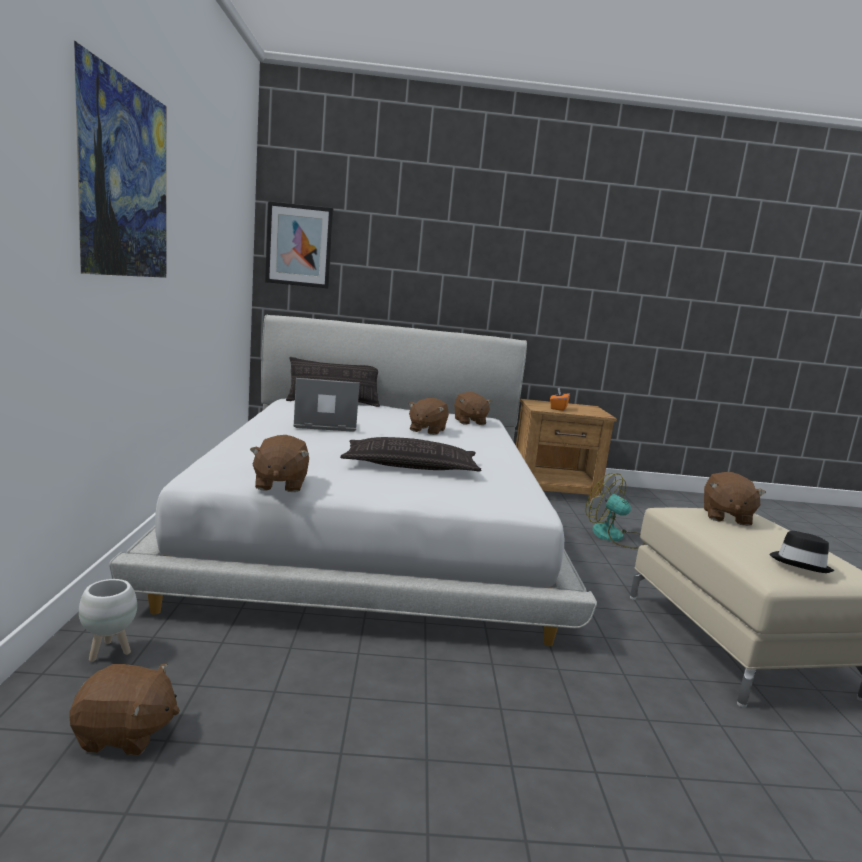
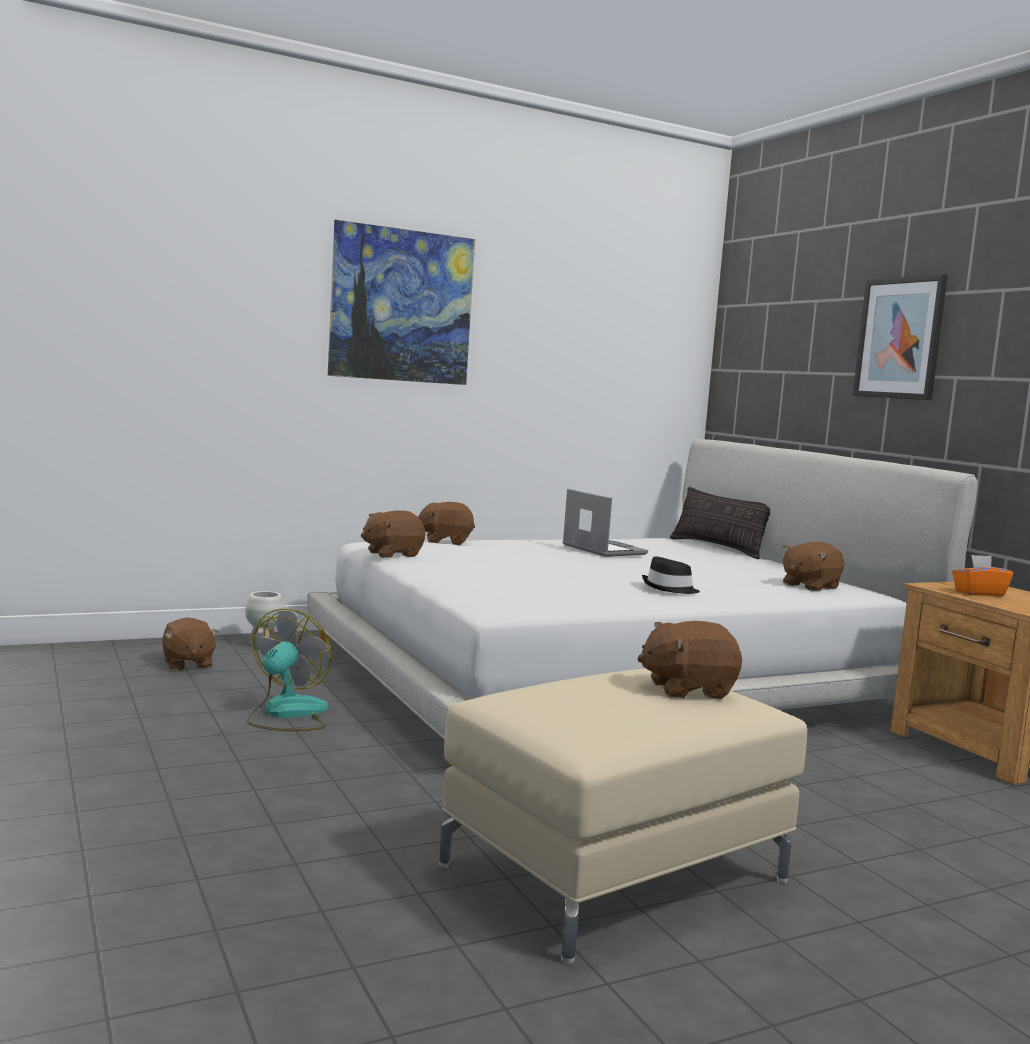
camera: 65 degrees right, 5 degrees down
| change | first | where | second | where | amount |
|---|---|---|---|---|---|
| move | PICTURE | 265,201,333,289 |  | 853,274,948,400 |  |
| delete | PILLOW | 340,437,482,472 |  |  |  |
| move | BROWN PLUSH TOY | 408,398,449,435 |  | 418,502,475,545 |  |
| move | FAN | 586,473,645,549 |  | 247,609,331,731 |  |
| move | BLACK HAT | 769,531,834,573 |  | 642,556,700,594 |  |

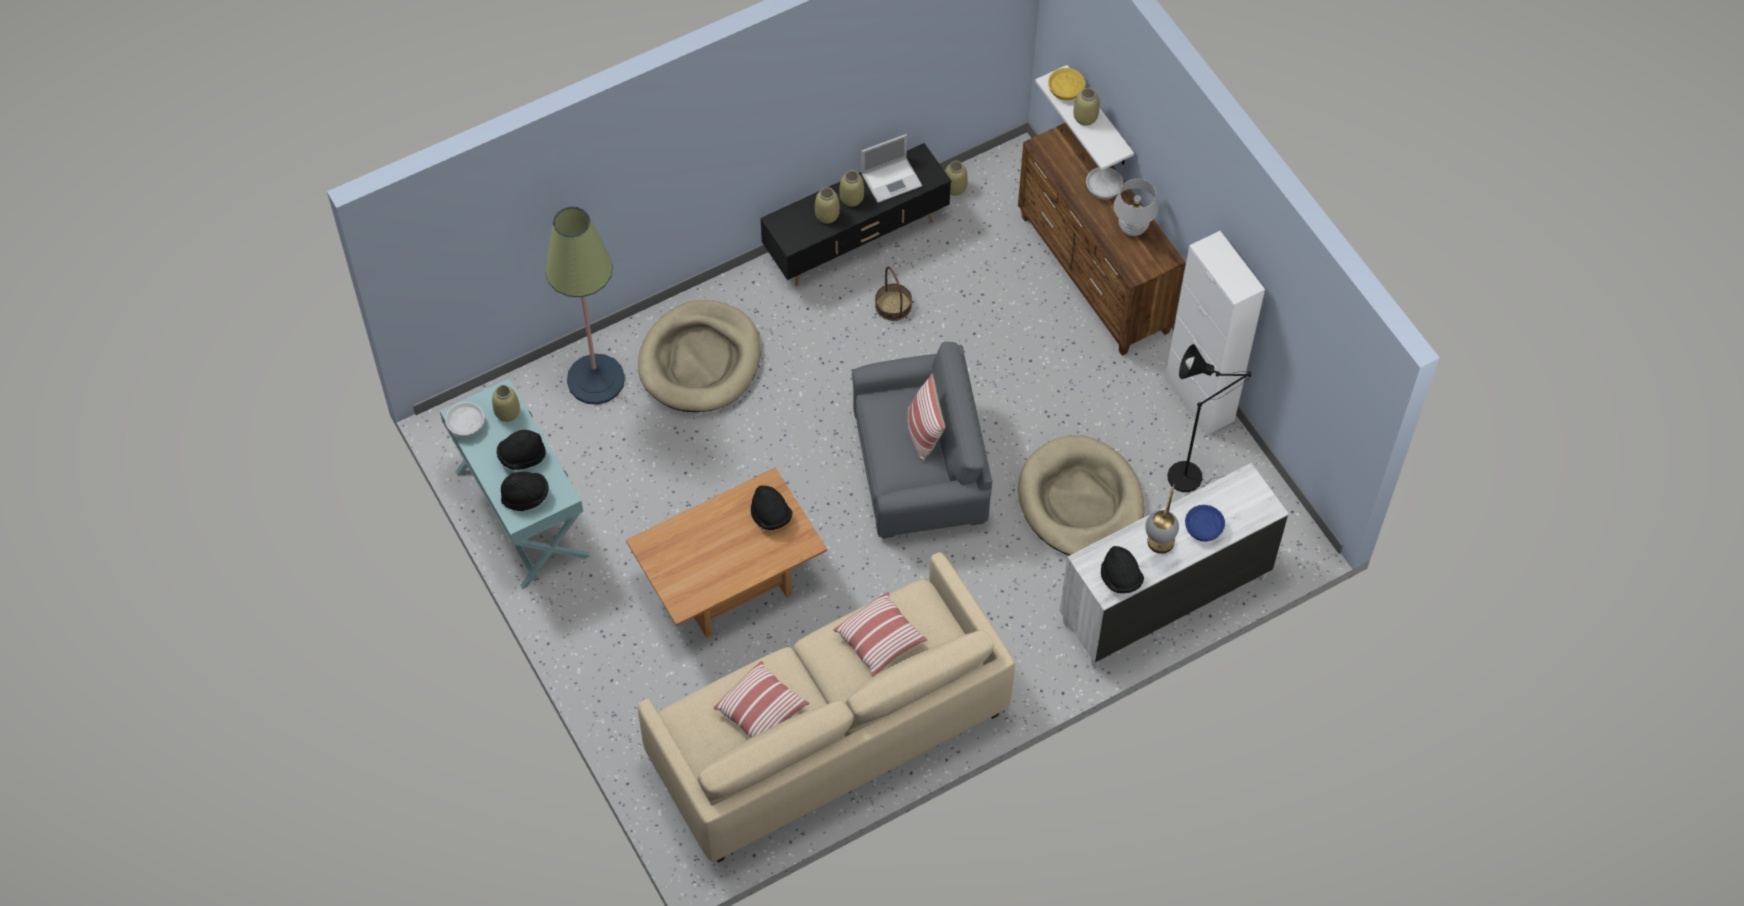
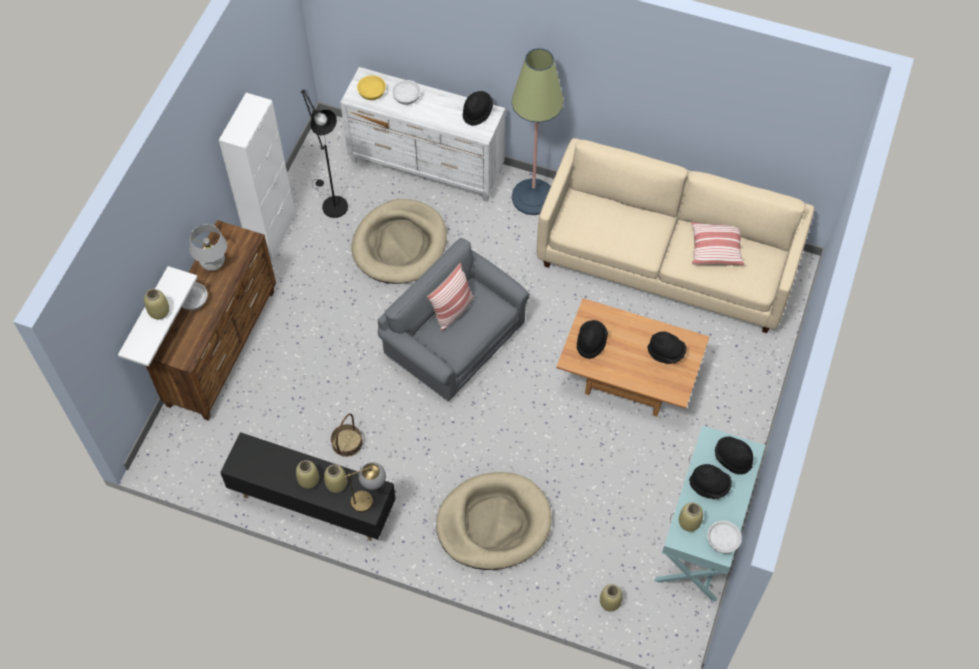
camera: 130 degrees left, 0 degrees up
| change | first | where | second | where | amount |
|---|---|---|---|---|---|
| move | FLOOR LAMP | 545,207,625,404 |  | 511,48,564,215 |  |
| delete | PILLOW | 833,592,928,677 |  |  |  |
| delete | LAPTOP | 861,134,922,203 |  |  |  |
| move | BEIGE VASE | 945,161,968,196 |  | 600,584,622,611 |  |
| move | YELLOW BOWL | 1048,68,1086,100 |  | 357,75,386,100 |  |
| move | TABLE LAMP | 1145,485,1179,554 |  | 343,462,386,512 |  |
| recolor | BLUE BOWL | 1185,505,1225,541 | WHITE BOWL | 392,80,421,105 |  |
| insert |  |  | BLACK HAT | 647,331,686,364 |  |

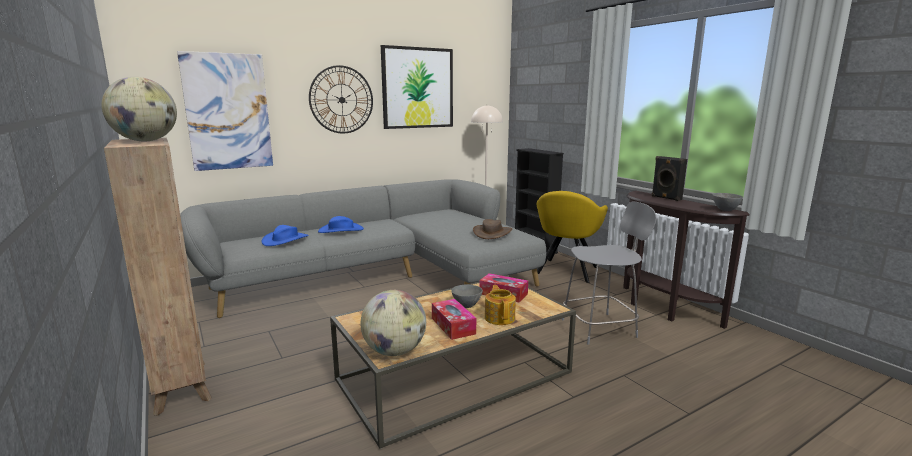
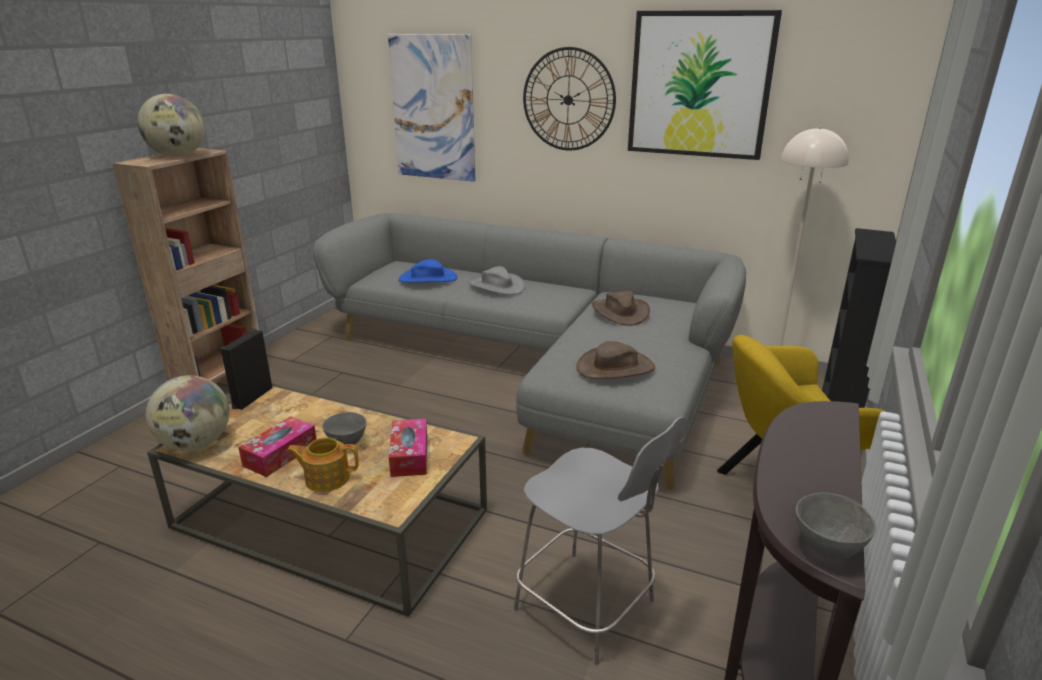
camera: 55 degrees right, 10 degrees up
| change | first | where | second | where | amount |
|---|---|---|---|---|---|
| recolor | BLUE HAT | 318,216,364,233 | GREY HAT | 469,266,525,295 |  |
| rotate | TEAPOT | 485,285,516,325 |  | 287,437,359,492 | 135 degrees counterclockwise |
| move | BLACK SPEAKER | 652,156,687,201 |  | 220,329,273,410 |  |
| insert |  |  | BROWN HAT | 592,291,650,326 |  |

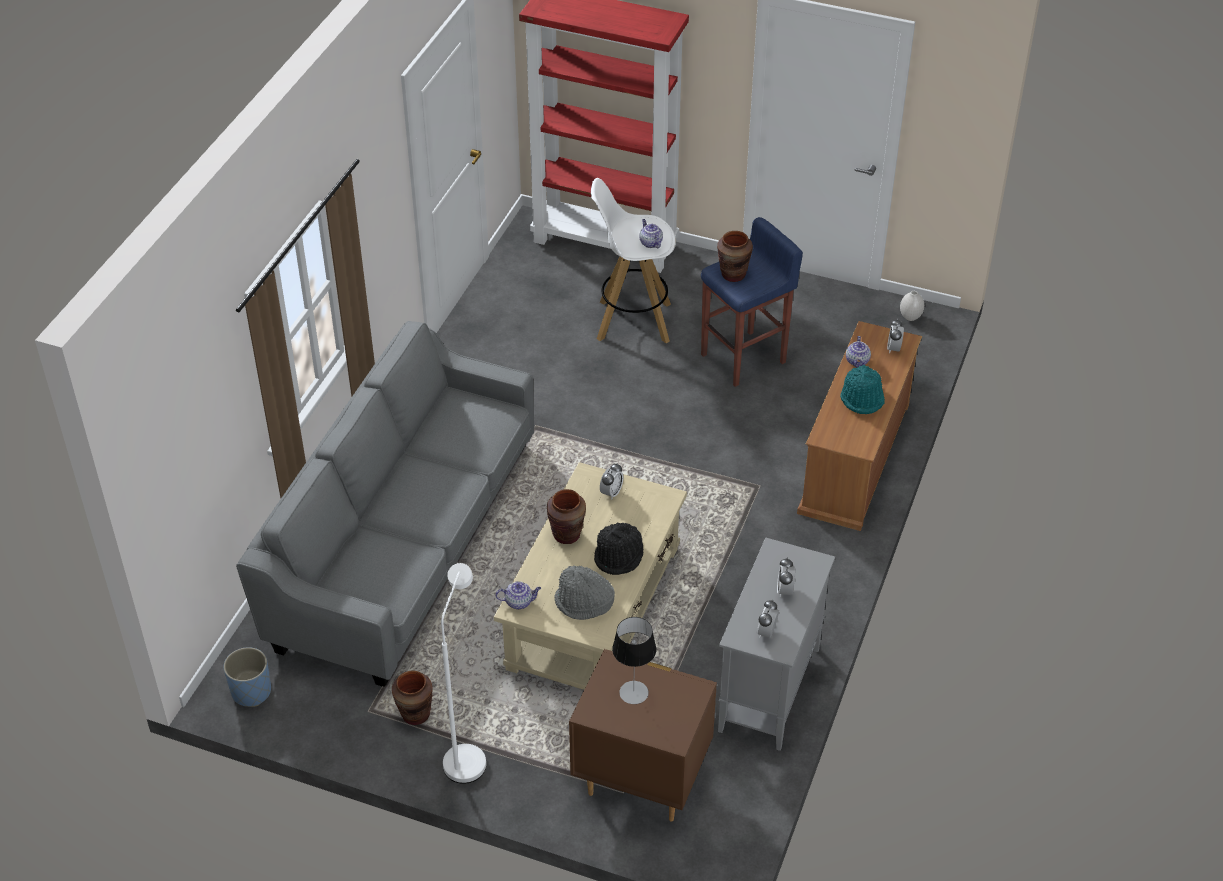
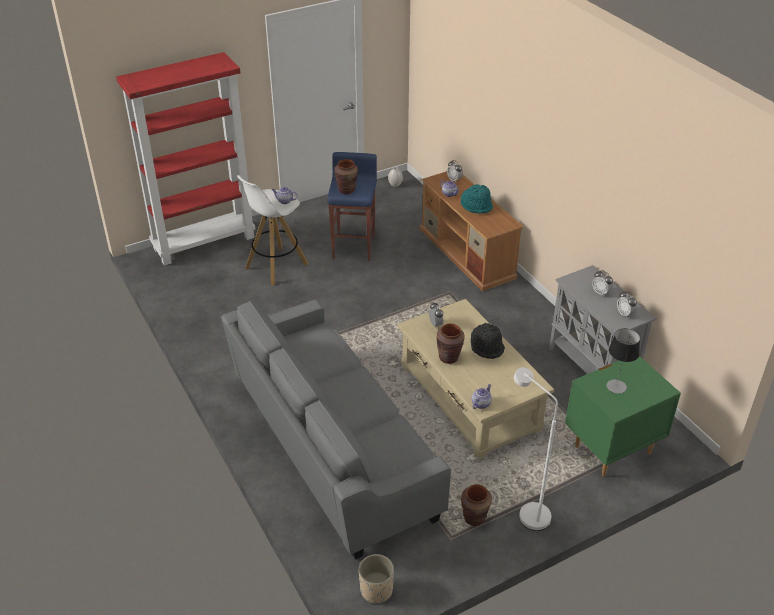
camera: 50 degrees left, 5 degrees down
| change | first | where | second | where | amount |
|---|---|---|---|---|---|
| recolor | BLUE PLANTER | 224,647,271,707 | BEIGE PLANTER | 359,554,394,604 |  |
| delete | GREY HAT | 554,566,615,620 |  |  |  |
| recolor | BROWN NIGHTSTAND | 569,649,717,821 | GREEN NIGHTSTAND | 565,356,681,477 |  |

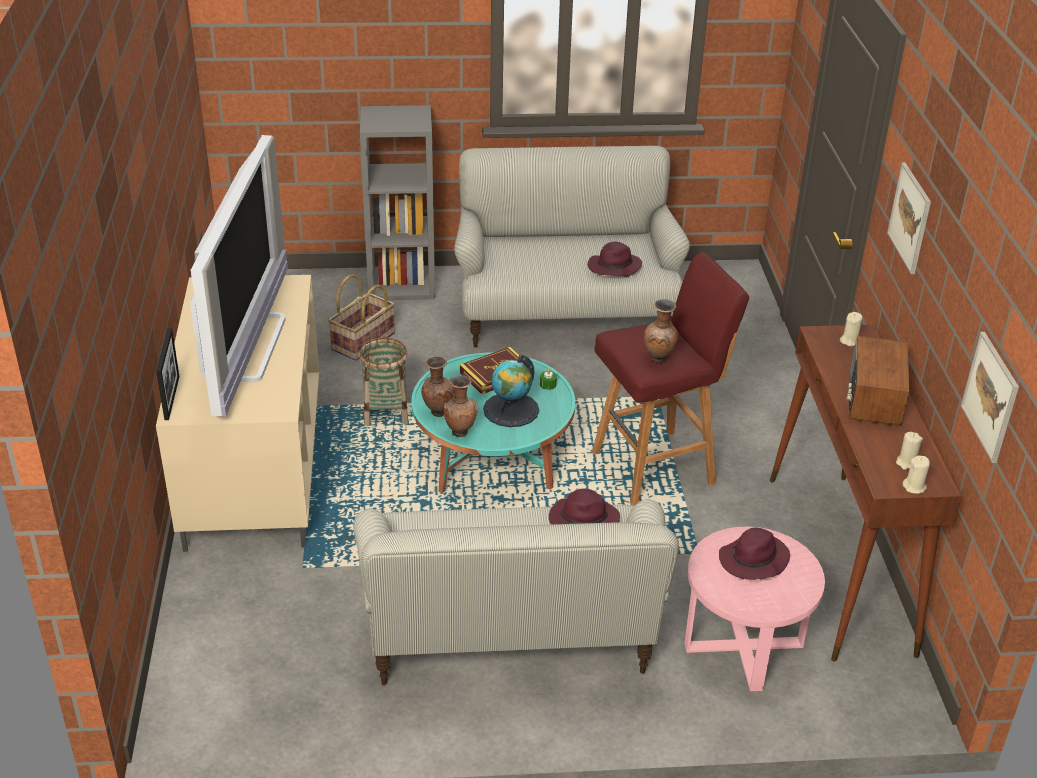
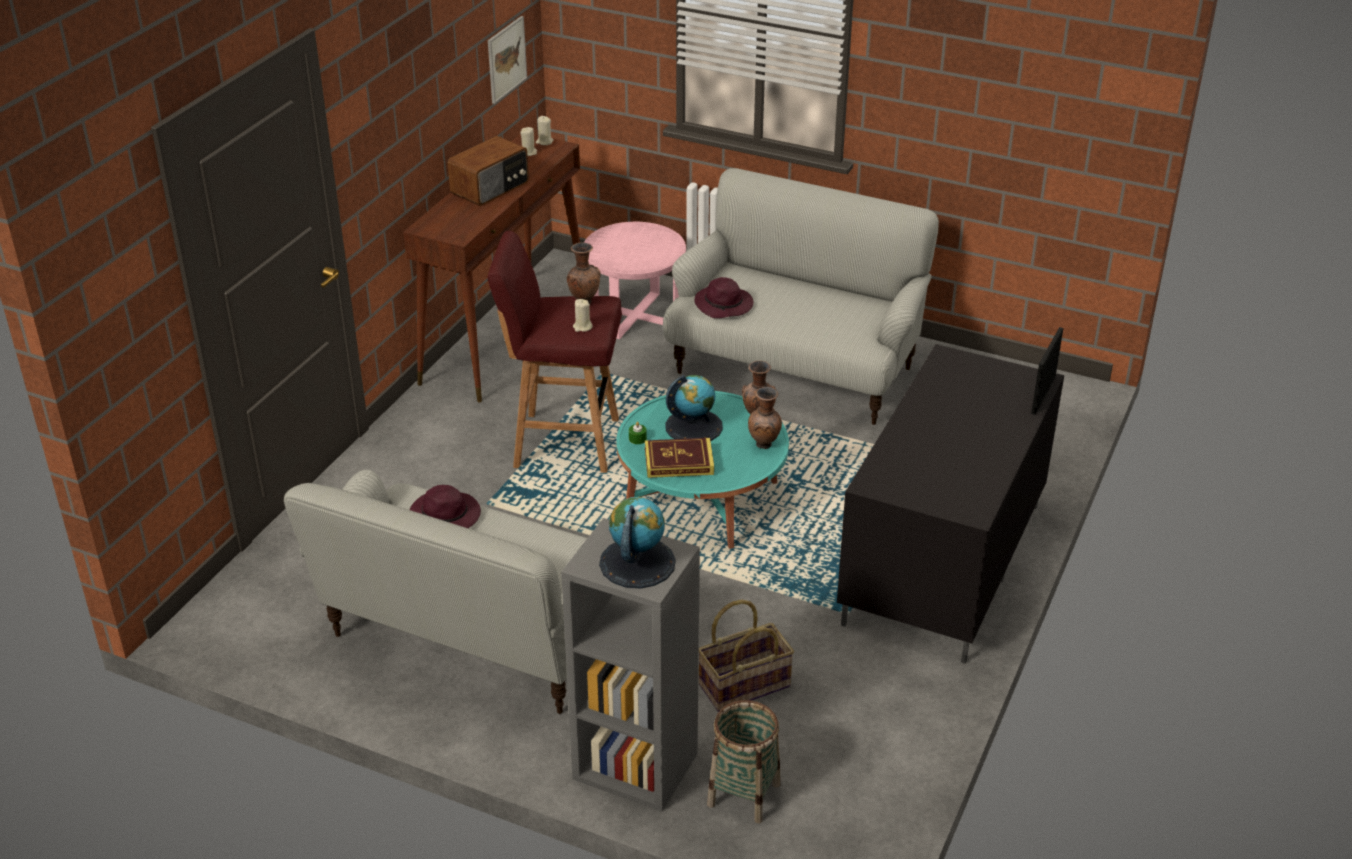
camera: 150 degrees left, 0 degrees up
| change | first | where | second | where | amount |
|---|---|---|---|---|---|
| recolor | BEIGE TV STAND | 156,275,319,552 | BLACK TV STAND | 837,344,1064,664 |  |
| delete | TELEVISION | 190,135,288,416 |  |  |  |
| move | BASKET | 359,338,408,426 |  | 707,700,780,823 |  |
| delete | PURPLE HAT | 719,528,790,580 |  |  |  |
| move | BEIGE CANDLE | 840,312,863,346 |  | 573,299,593,332 |  |
| delete | PICTURE | 887,163,931,274 |  |  |  |
| insert |  |  | GLOBE | 599,497,676,589 |  |

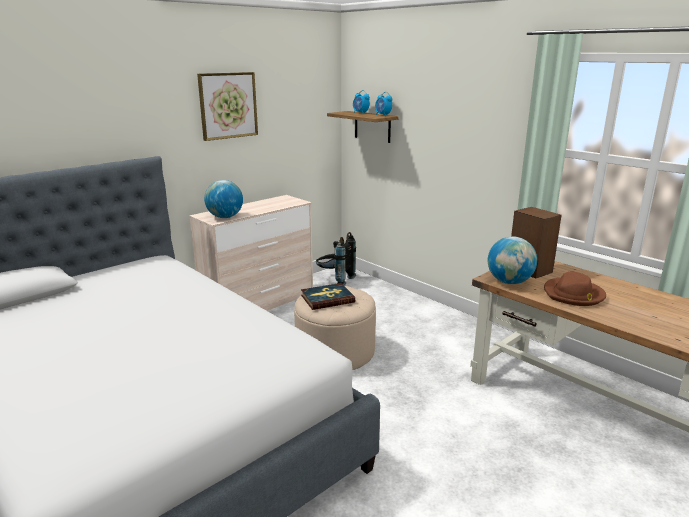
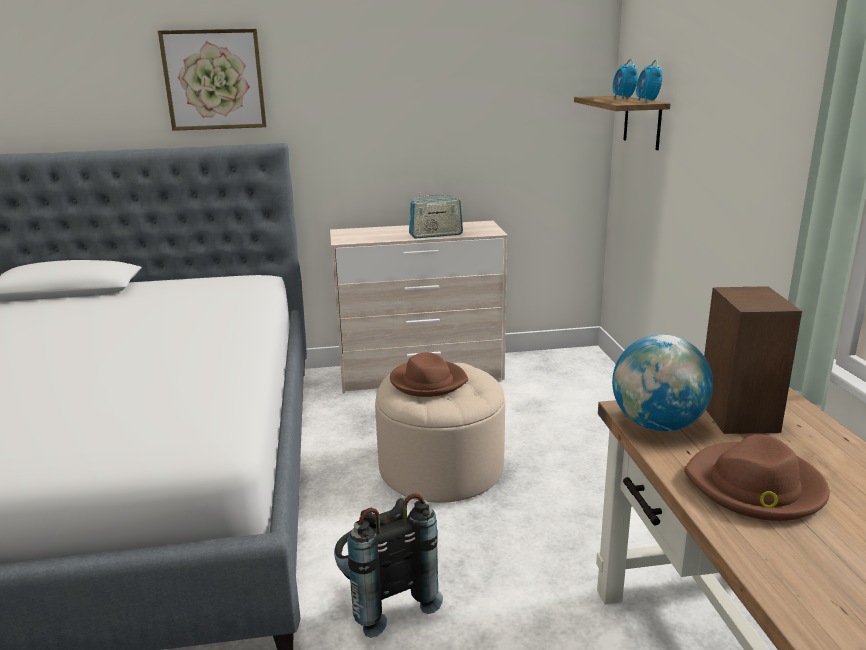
camera: 35 degrees right, 0 degrees up
| change | first | where | second | where | amount |
|---|---|---|---|---|---|
| move | PICTURE | 197,72,258,141 |  | 158,29,267,131 |  |
| delete | GLOBE | 204,180,243,218 |  |  |  |
| replace | BOOK | 301,283,355,310 | BROWN HAT | 390,352,468,397 |  |
| move | BLACK BACKPACK | 316,232,356,286 |  | 334,493,443,638 |  |
| insert |  |  | RADIO | 409,192,463,239 |  |

